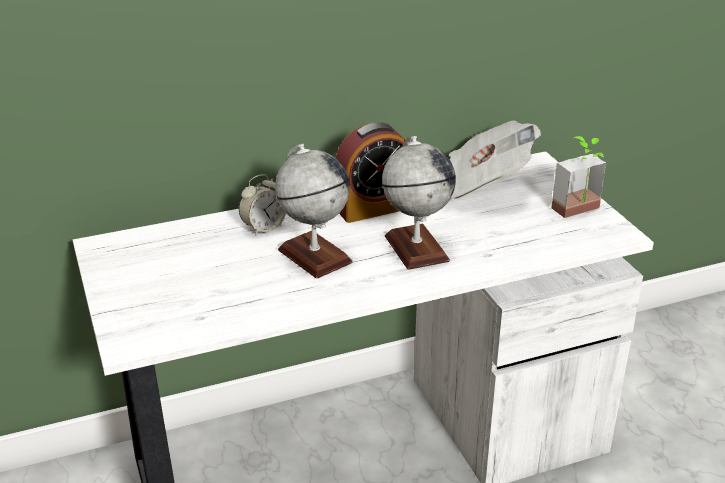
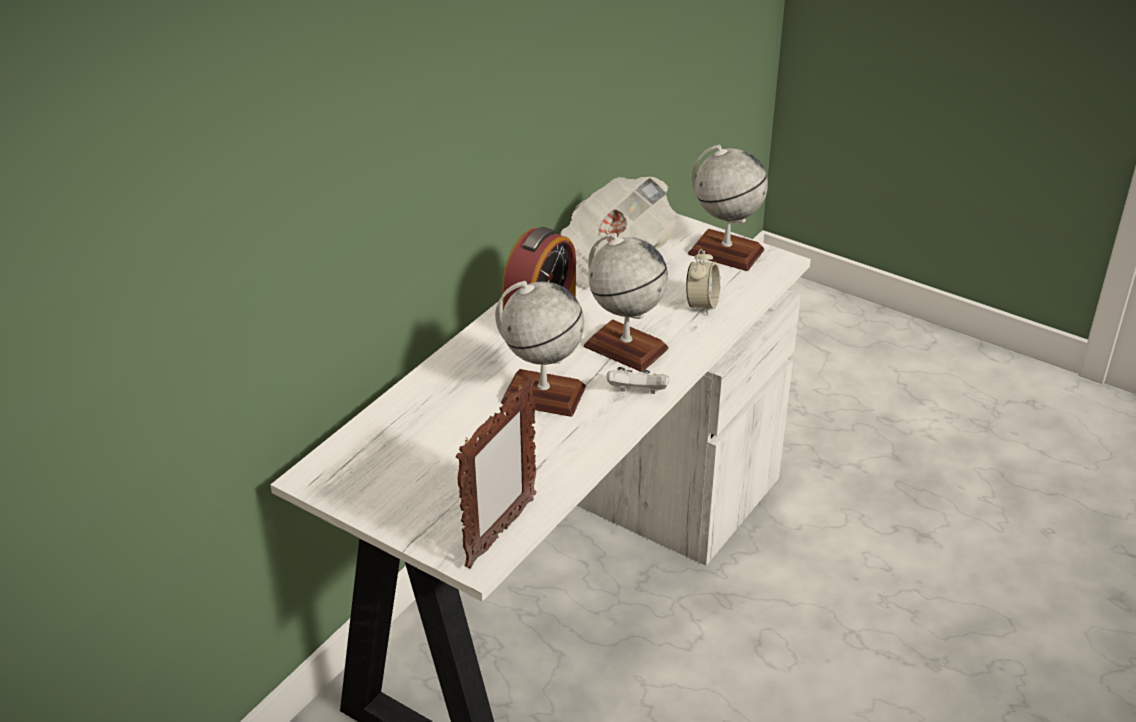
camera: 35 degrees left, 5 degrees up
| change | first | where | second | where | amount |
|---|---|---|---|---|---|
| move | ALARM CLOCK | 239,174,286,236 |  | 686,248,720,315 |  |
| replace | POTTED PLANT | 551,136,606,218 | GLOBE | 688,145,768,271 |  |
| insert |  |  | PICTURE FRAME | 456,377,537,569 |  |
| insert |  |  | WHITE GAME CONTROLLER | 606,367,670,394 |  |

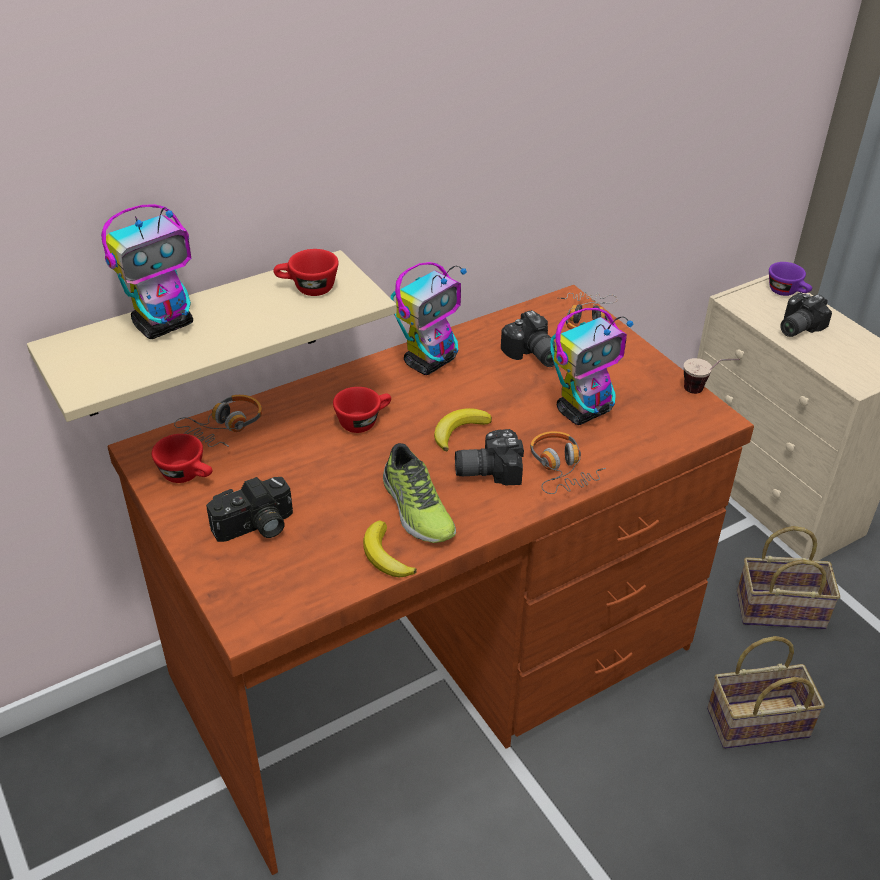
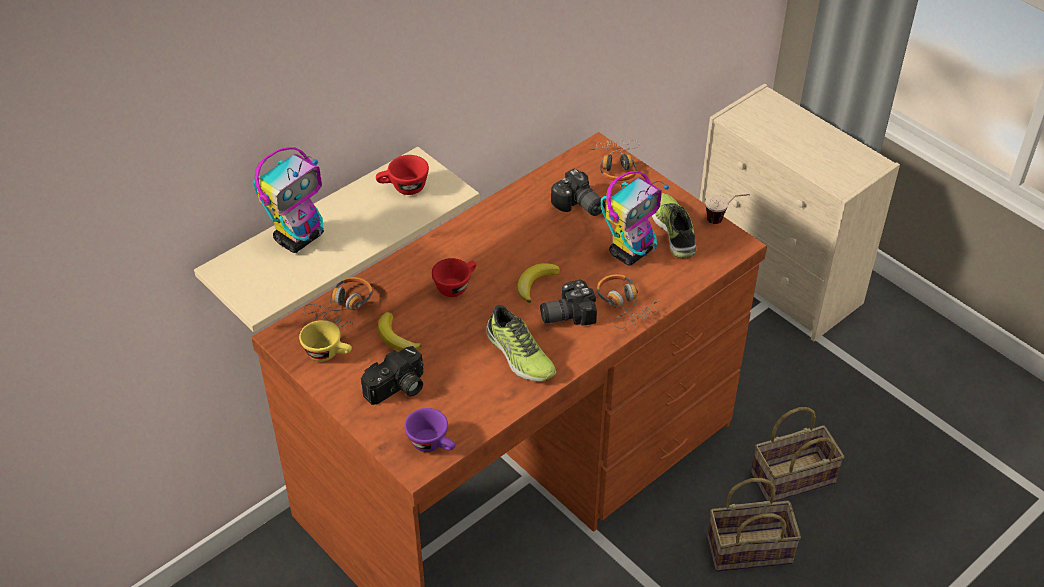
camera: 10 degrees left, 5 degrees up
| change | first | where | second | where | amount |
|---|---|---|---|---|---|
| recolor | RED CUP | 152,434,213,483 | YELLOW CUP | 299,320,352,361 |  |
| move | BANANA | 363,521,417,578 |  | 378,312,421,351 |  |
| delete | TOY ROBOT | 391,262,467,375 |  |  |  |
| move | BASKET | 737,526,840,629 |  | 707,478,801,572 |  |
| move | PURPLE CUP | 769,262,812,296 |  | 404,408,456,452 |  |
| delete | PHOTO CAMERA | 780,293,832,337 |  |  |  |
| insert |  |  | SHOE | 652,193,696,258 |  |

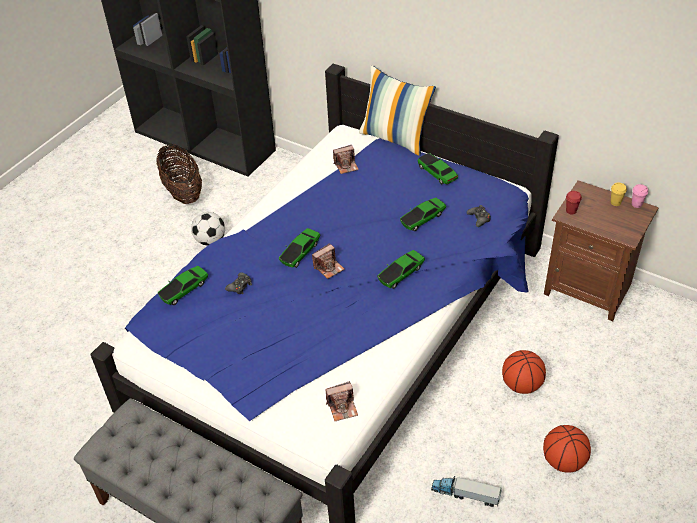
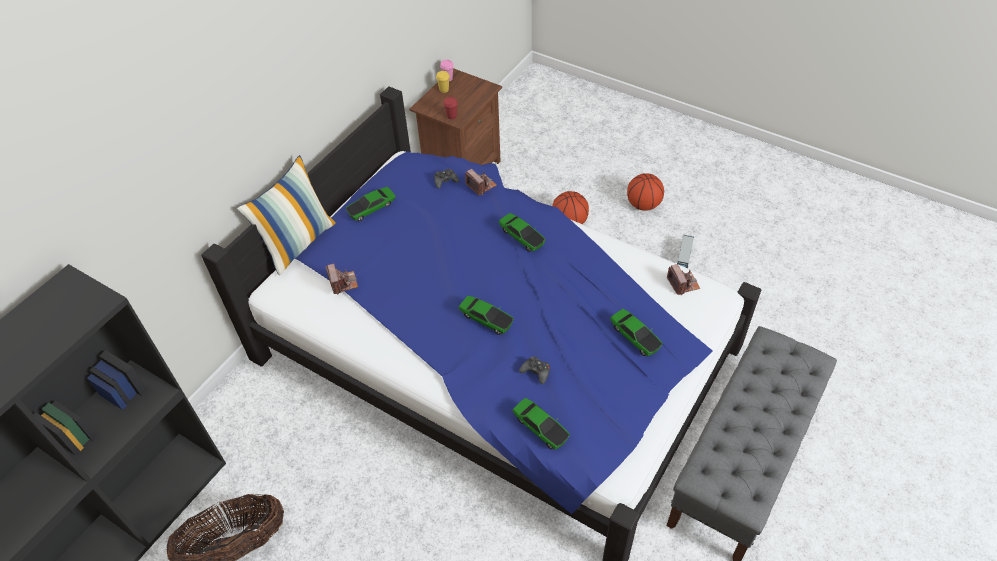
camera: 90 degrees left, 5 degrees up
| change | first | where | second | where | amount |
|---|---|---|---|---|---|
| delete | FOOTBALL | 191,212,225,246 |  |  |  |
| move | PHOTO CAMERA | 312,243,344,279 |  | 465,169,497,195 |  |
| move | TOY CAR | 400,198,446,231 |  | 610,309,663,356 |  |

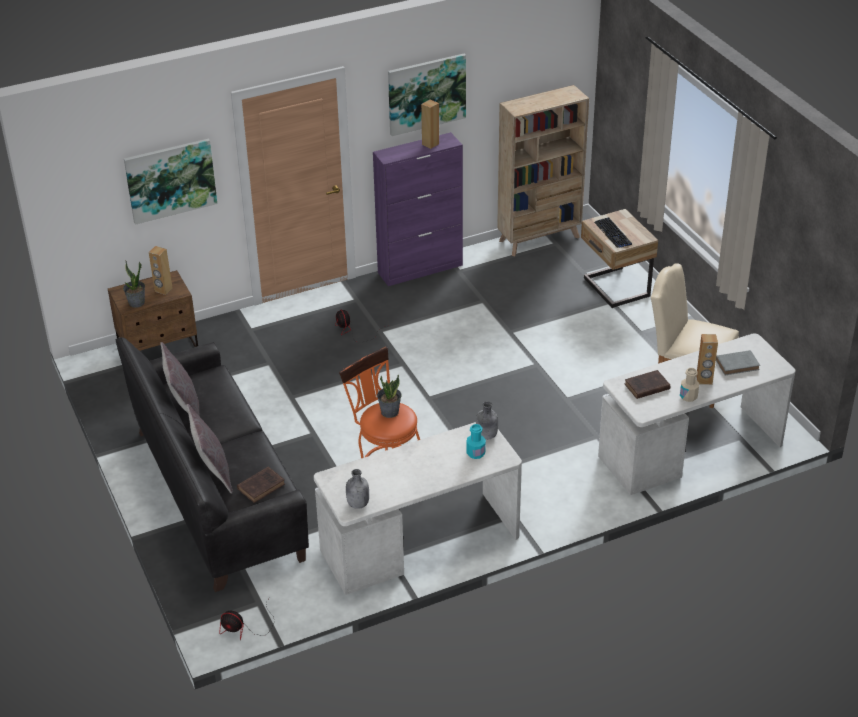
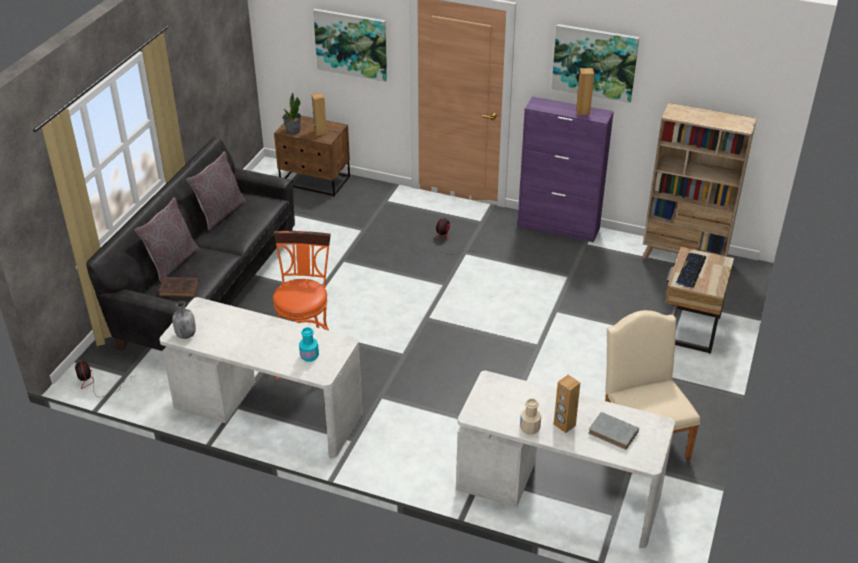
camera: 45 degrees right, 0 degrees up
| change | first | where | second | where | amount |
|---|---|---|---|---|---|
| delete | POTTED PLANT | 377,375,402,418 |  |  |  |
| delete | GREY BOTTLE | 476,401,498,440 |  |  |  |
| delete | BROWN BOOK | 624,370,670,399 |  |  |  |

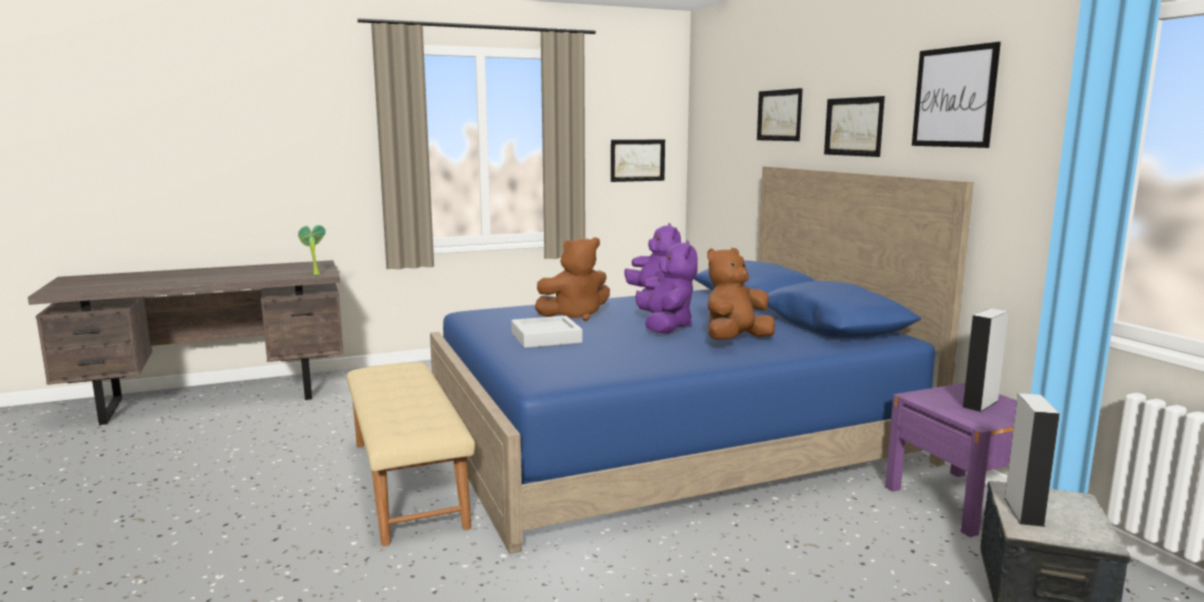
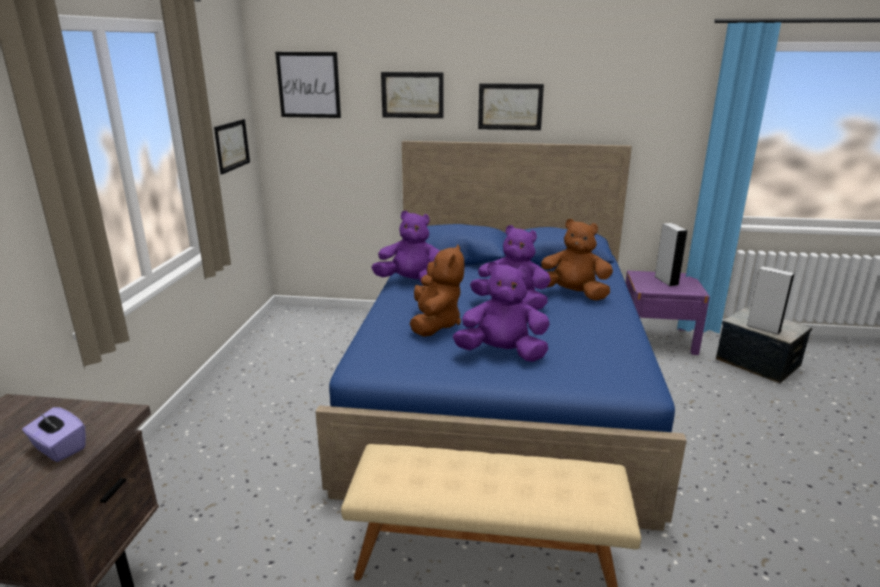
camera: 60 degrees left, 10 degrees up
| change | first | where | second | where | amount |
|---|---|---|---|---|---|
| delete | POTTED PLANT | 298,225,326,275 |  |  |  |
| replace | GREY TRAY | 511,316,583,348 | PURPLE PLUSH TOY | 453,261,550,362 |  |
| rotate | BROWN PLUSH TOY | 707,248,775,340 |  | 541,219,613,301 | 120 degrees clockwise |
| move | PICTURE | 912,42,1001,148 |  | 275,52,341,118 |  |
| insert |  |  | PURPLE TISSUE BOX | 22,407,86,462 |  |

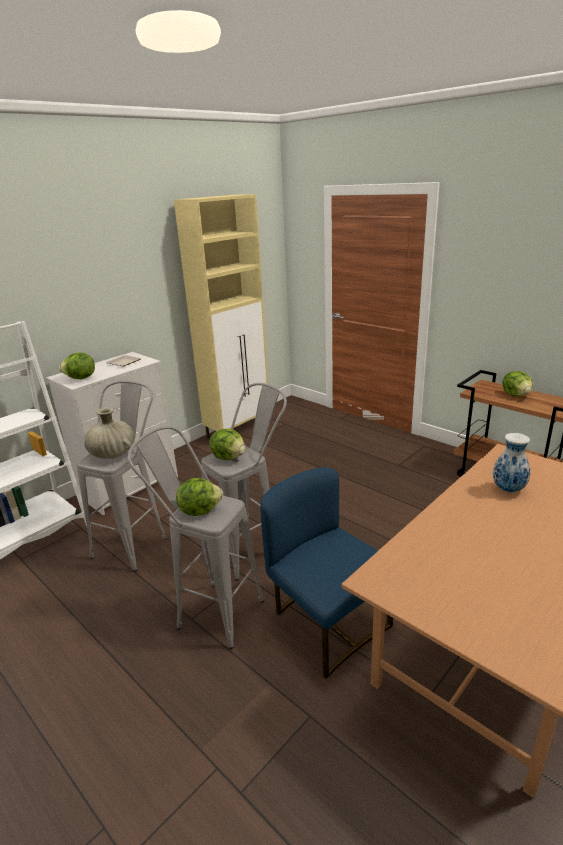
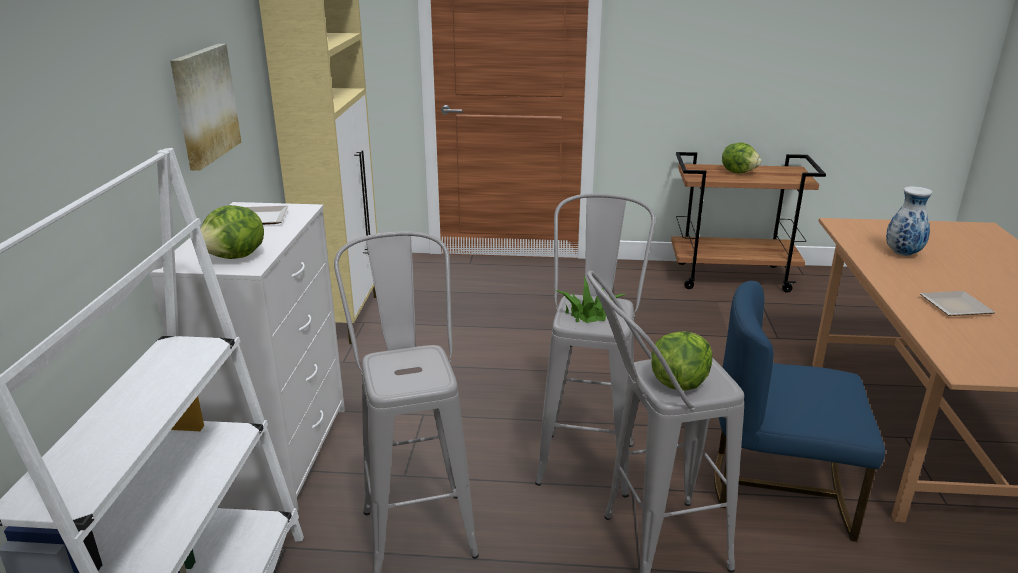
camera: 40 degrees left, 0 degrees up
| change | first | where | second | where | amount |
|---|---|---|---|---|---|
| delete | BEIGE VASE | 84,407,135,459 |  |  |  |
| replace | LETTUCE | 209,429,245,460 | POTTED PLANT | 555,276,626,323 |  |
| insert |  |  | PICTURE | 170,44,241,171 |  |
| insert |  |  | PLATE | 920,291,995,316 |  |

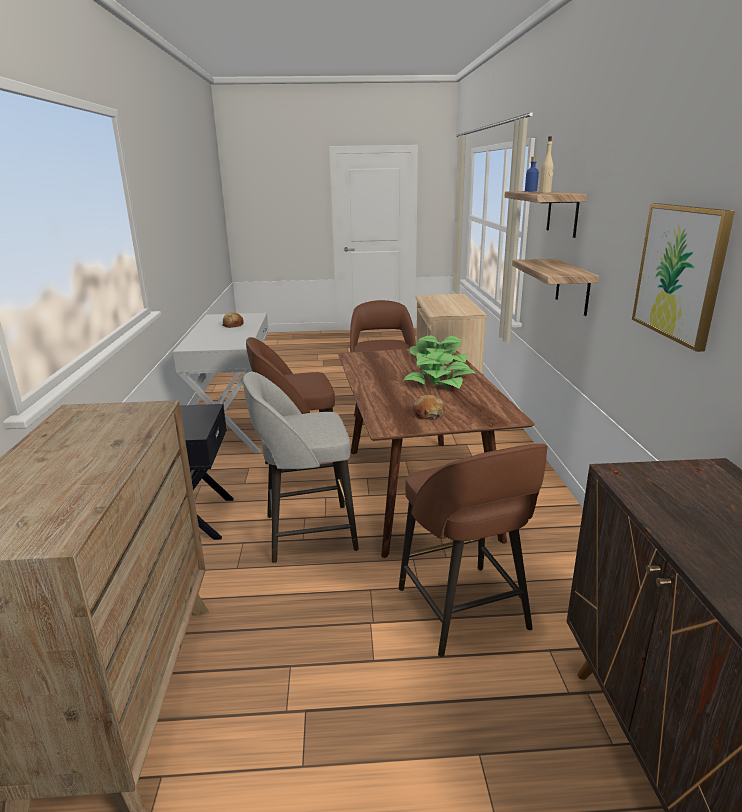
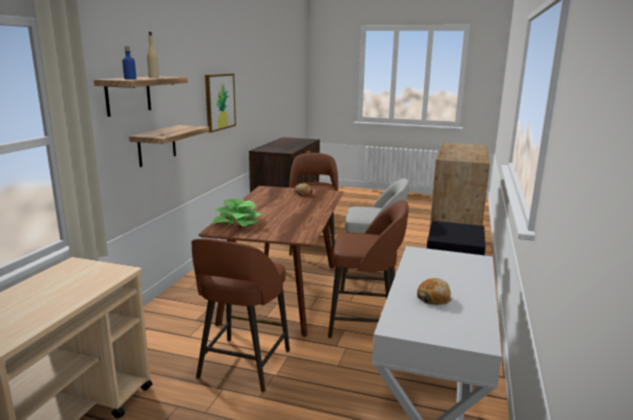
camera: 160 degrees left, 5 degrees down
| change | first | where | second | where | amount |
|---|---|---|---|---|---|
| delete | POTTED PLANT | 403,352,475,389 |  |  |  |

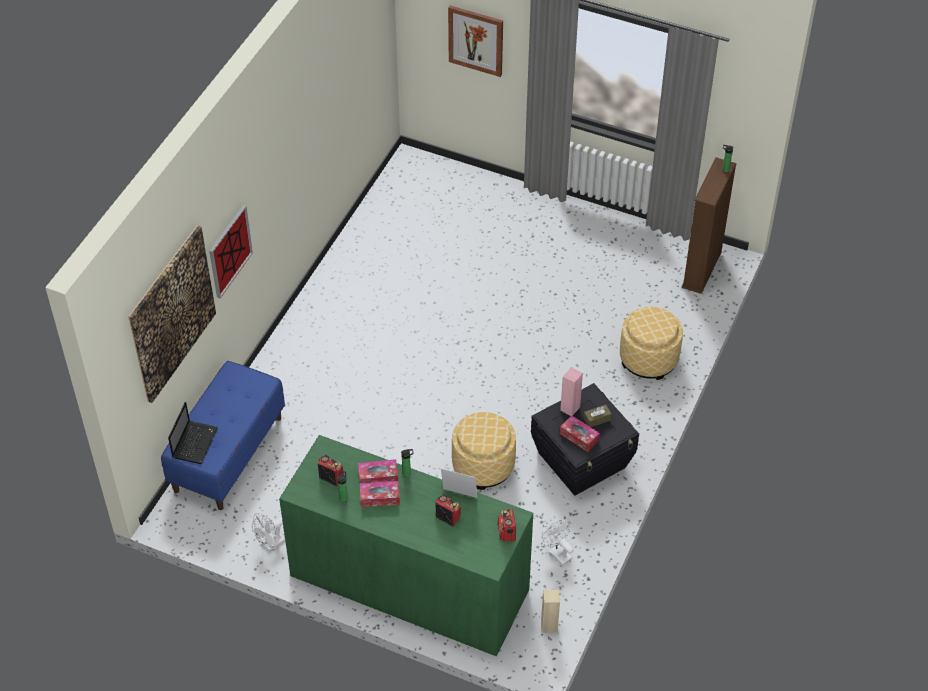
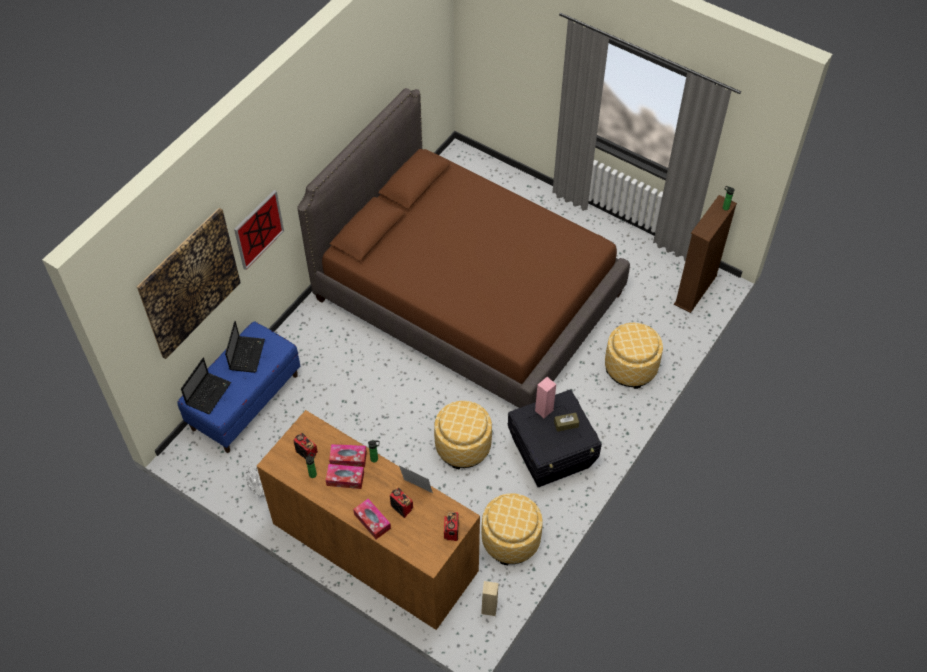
camera: 10 degrees right, 5 degrees up
| change | first | where | second | where | amount |
|---|---|---|---|---|---|
| recolor | GREEN DRESSER | 279,435,533,656 | BROWN DRESSER | 257,410,480,630 |  |
| delete | PICTURE | 448,5,503,77 |  |  |  |
| replace | WHITE FAN | 541,520,573,566 | OTTOMAN | 482,493,543,565 |  |
| move | TISSUE BOX | 560,415,600,452 |  | 353,498,391,539 |  |
| insert |  |  | LAPTOP | 225,321,265,373 |  |
| insert |  |  | BROWN BED | 297,88,630,408 |  |

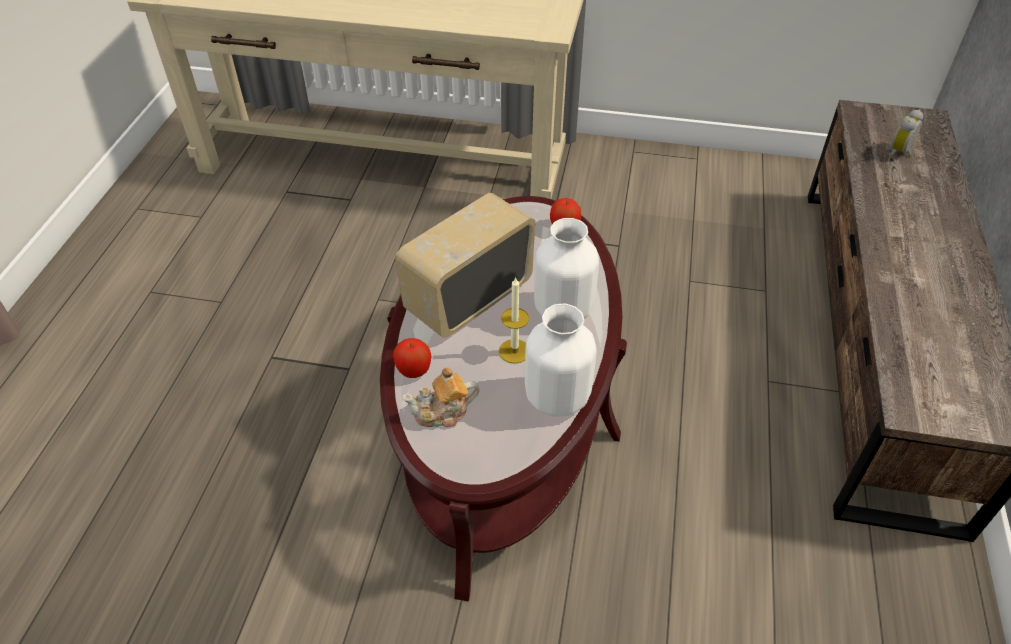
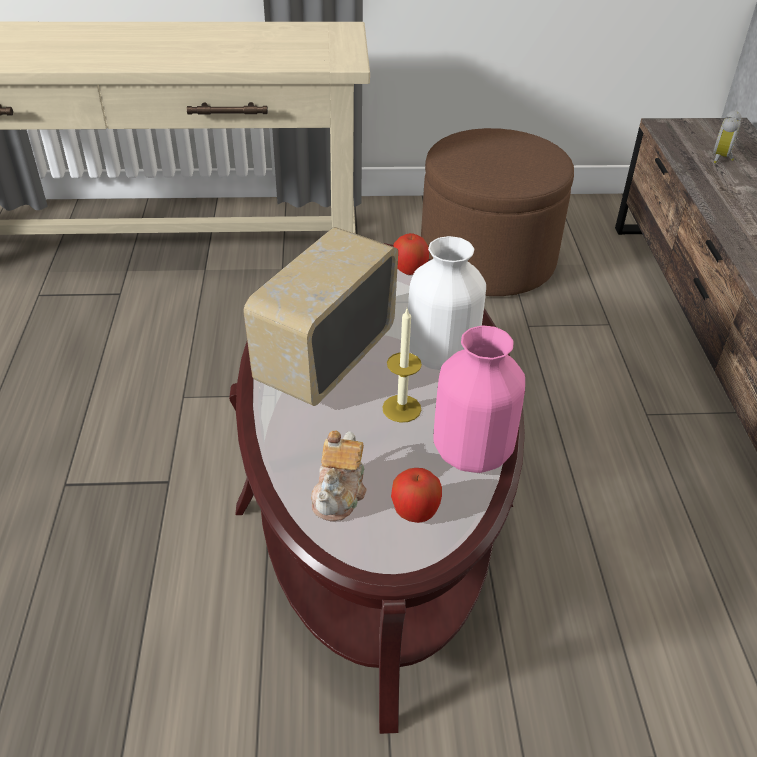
camera: 15 degrees left, 5 degrees down
| change | first | where | second | where | amount |
|---|---|---|---|---|---|
| move | APPLE | 393,338,431,378 |  | 391,468,442,523 |  |
| rotate | TEAPOT | 402,367,479,427 |  | 311,431,367,521 | 45 degrees counterclockwise |
| recolor | WHITE VASE | 525,304,597,417 | PINK VASE | 433,326,525,473 |  |
| insert |  |  | BROWN OTTOMAN | 421,128,574,296 |  |

